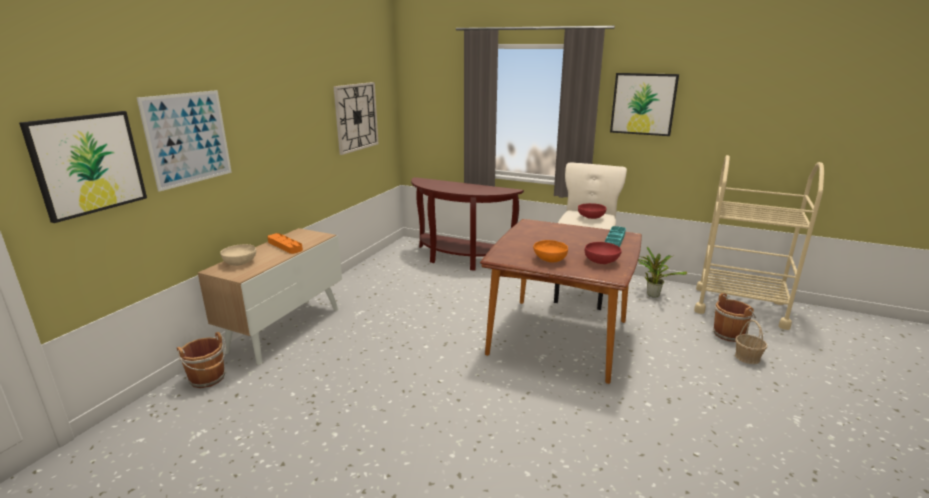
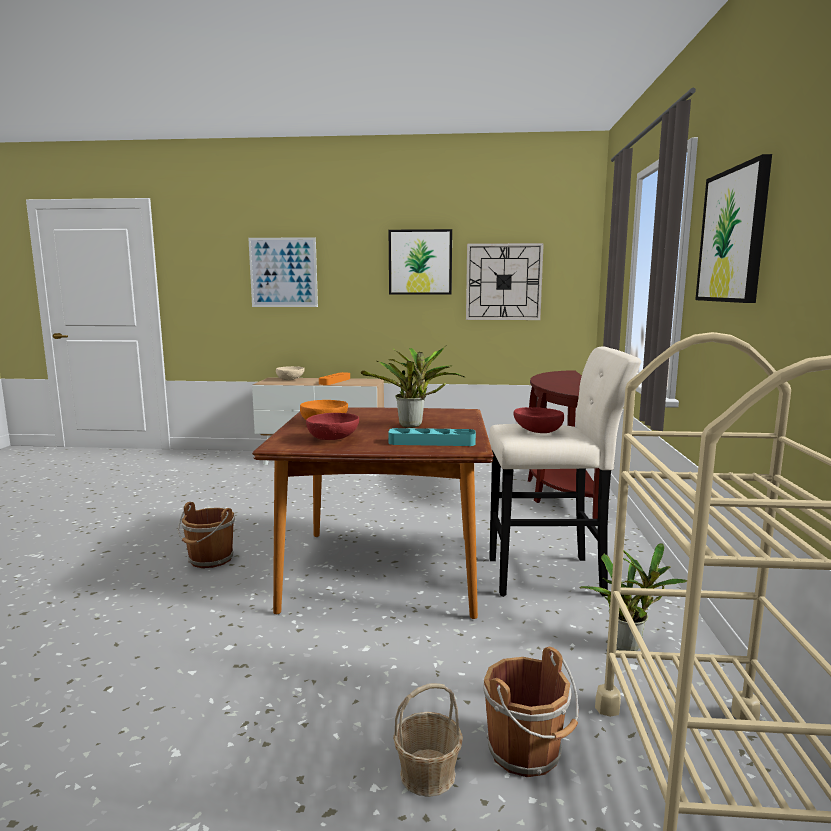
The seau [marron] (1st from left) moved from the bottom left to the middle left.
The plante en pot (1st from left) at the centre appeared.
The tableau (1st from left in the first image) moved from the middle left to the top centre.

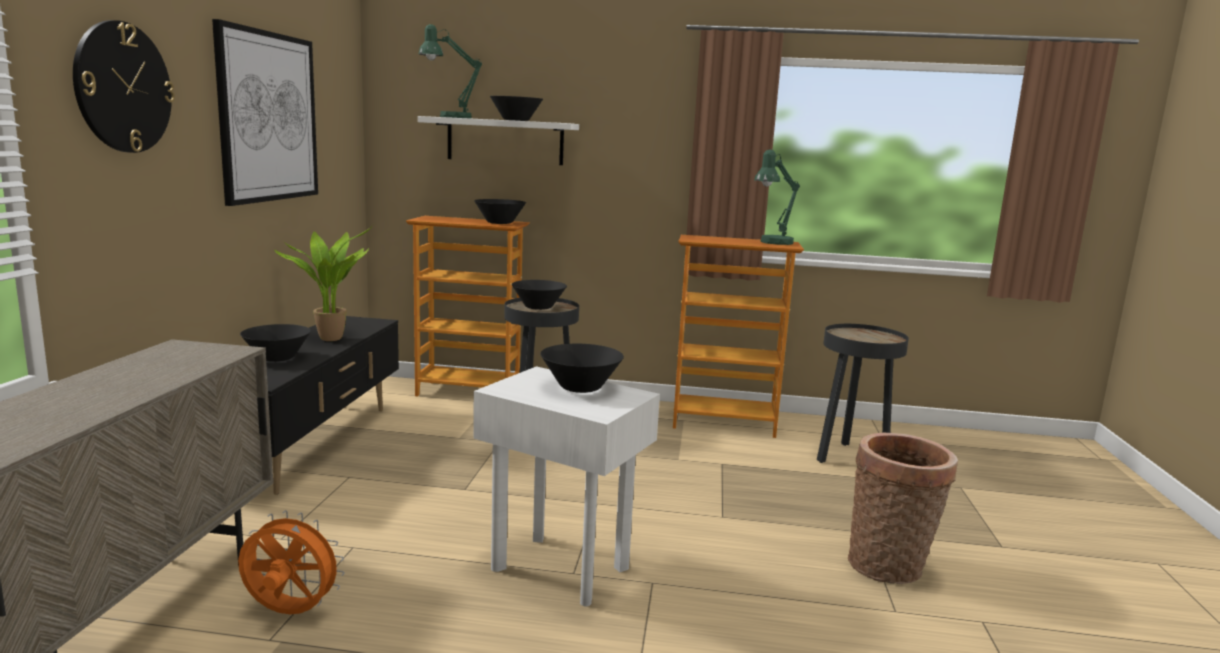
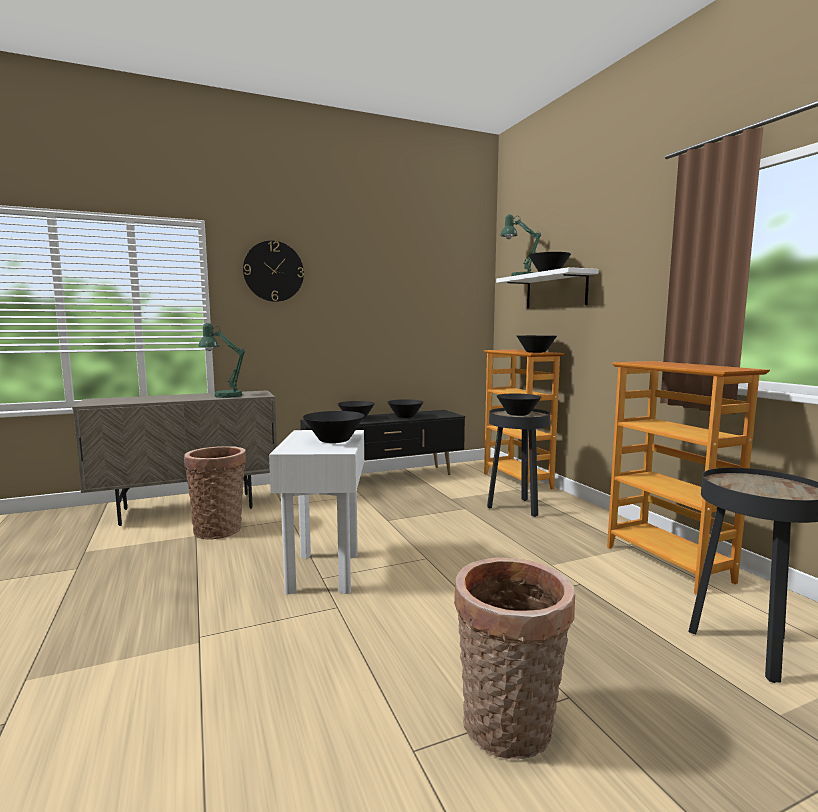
The ventilateur [orange] at the bottom left was replaced by the panier (1st from left) at the middle left.
The lampe de table [vert] (2nd from left in the first image) moved from the top centre to the middle left.
The plante en pot at the middle left was replaced by the bol [noir] (3rd from left) at the centre.
The tableau at the top left disappeared.

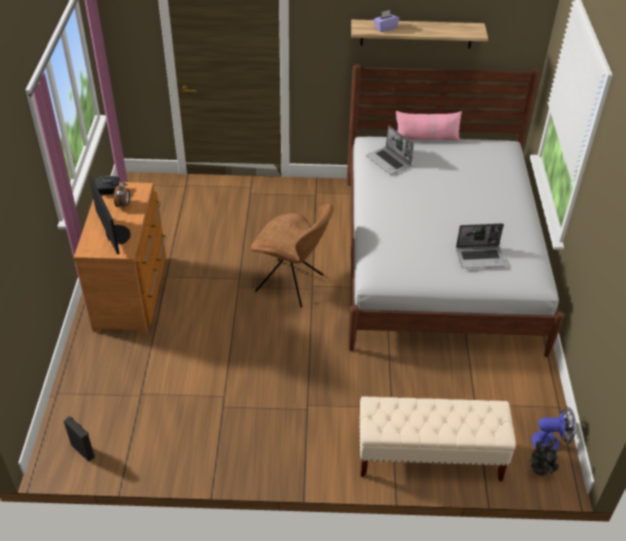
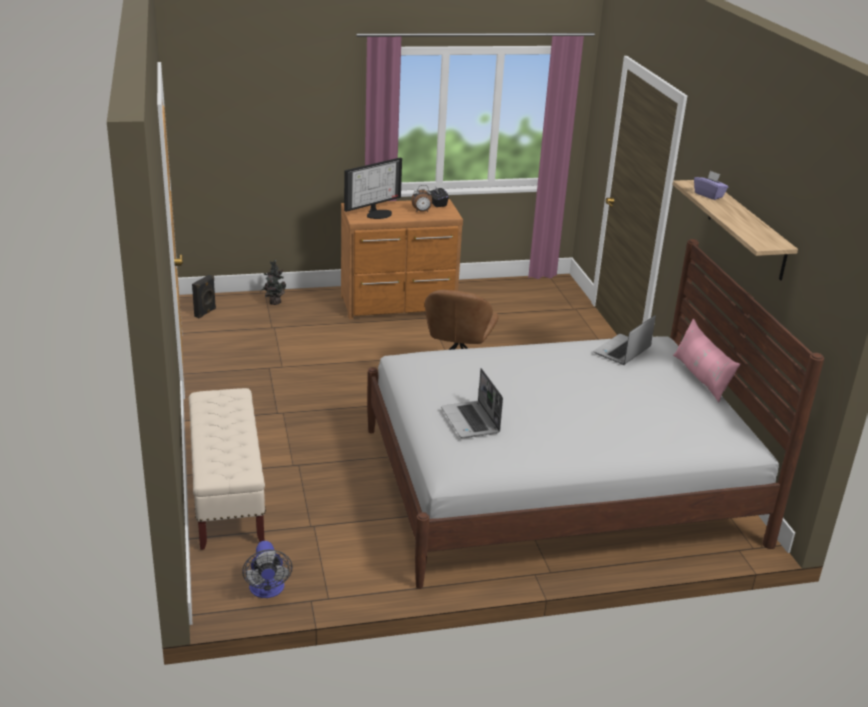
The plante en pot moved from the bottom right to the middle left.

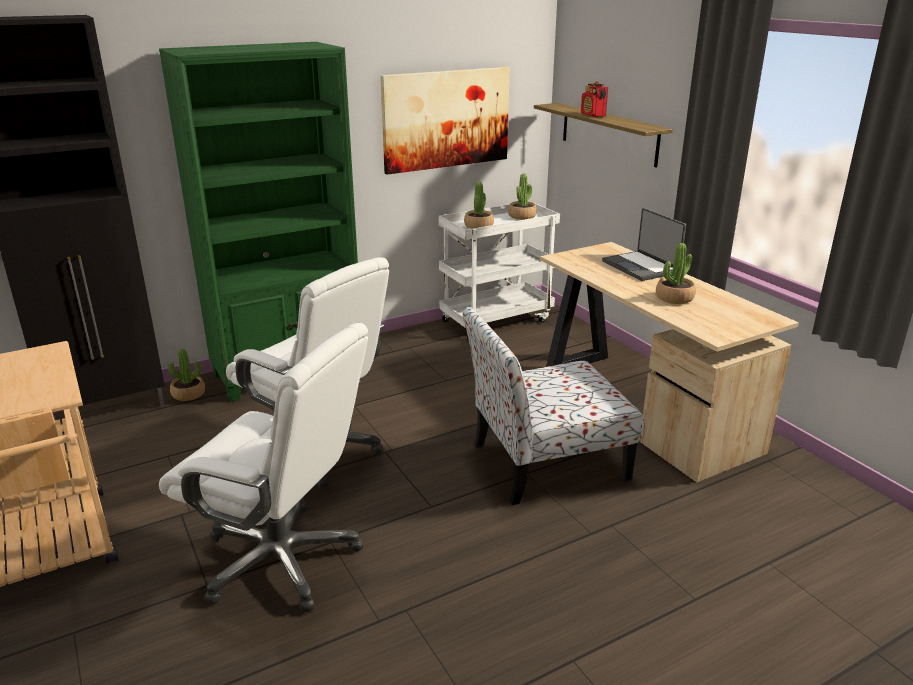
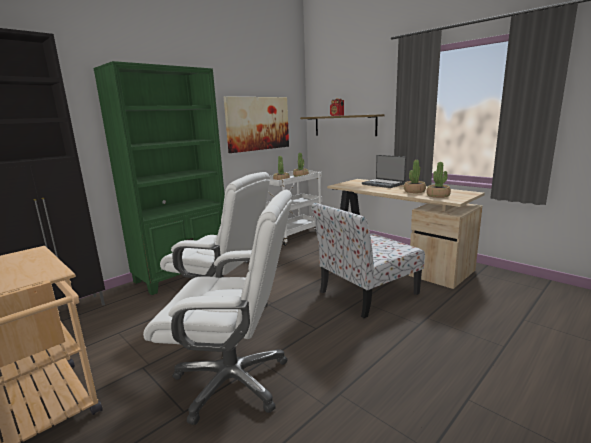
The plante en pot (1st from left in the first image) moved from the middle left to the middle right.

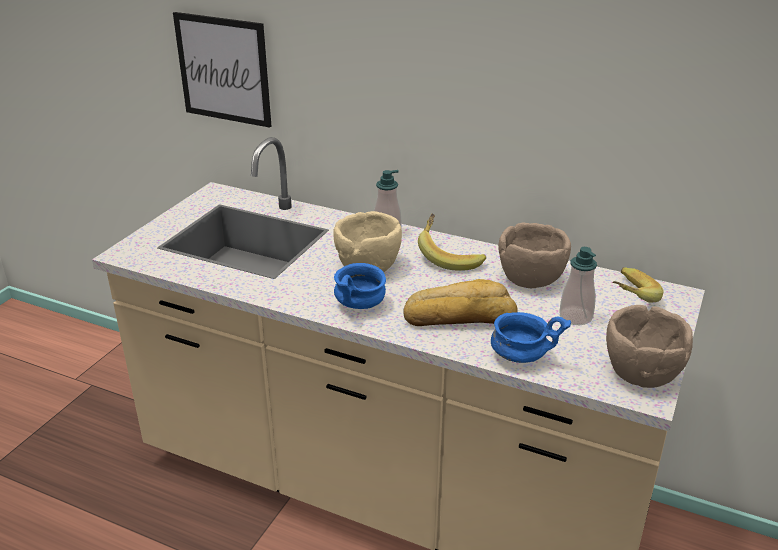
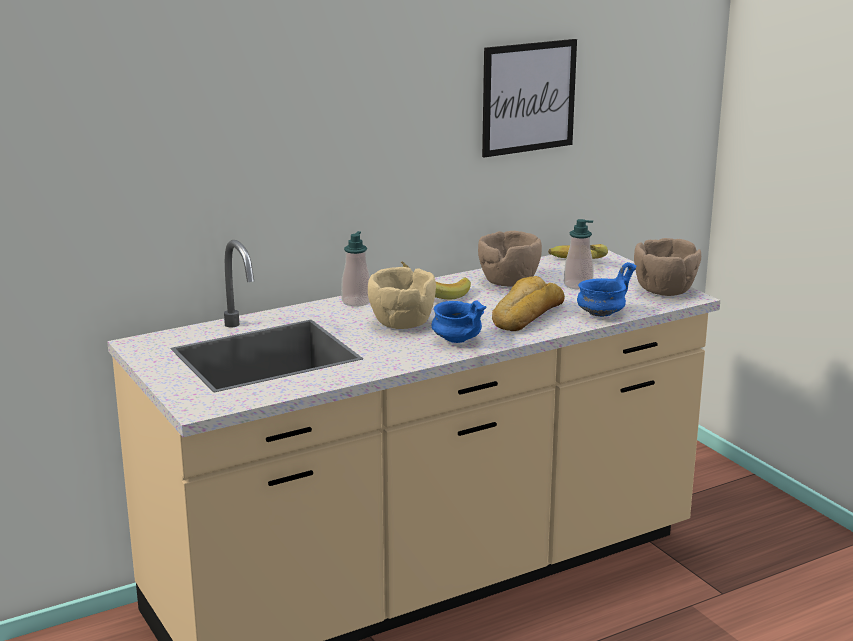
The tableau moved from the top left to the top centre.

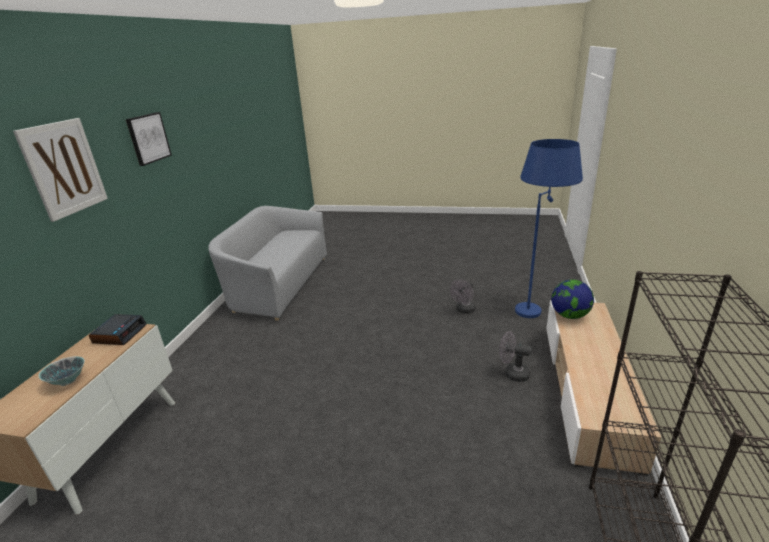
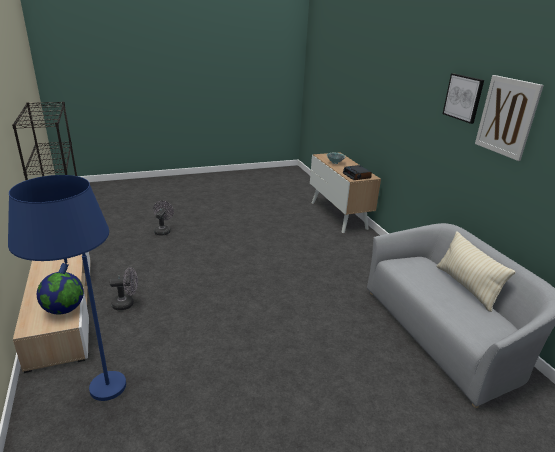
The ventilateur [gris] (1st from left in the first image) moved from the centre to the middle left.
The coussin [beige] at the middle right appeared.
The tableau (1st from left in the first image) moved from the top left to the top right.

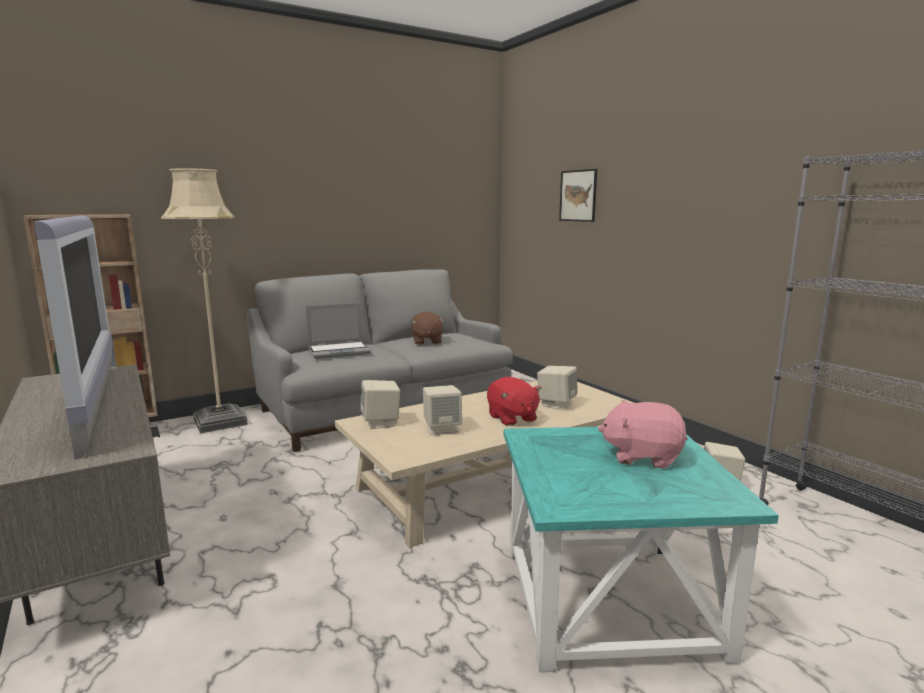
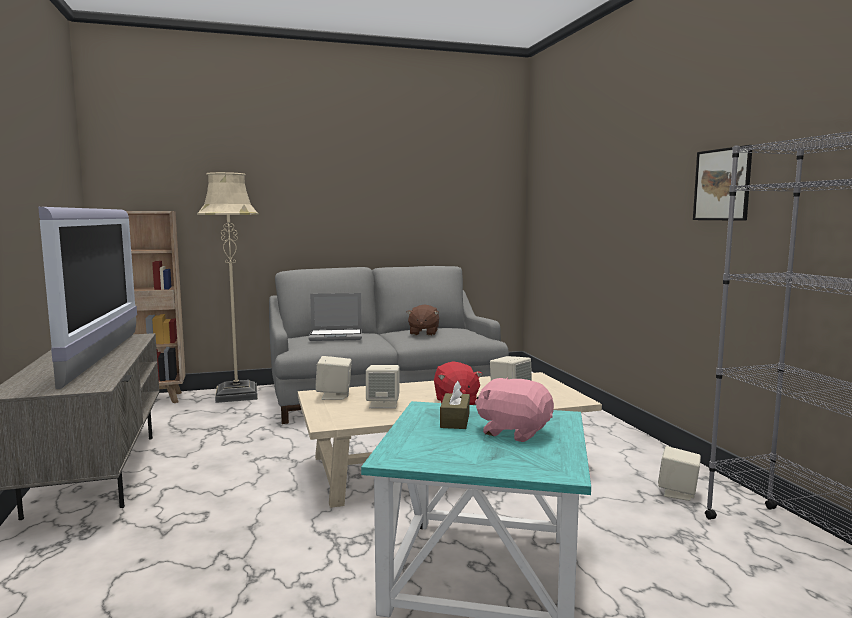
The boîte à mouchoirs [marron] at the centre appeared.
The tableau moved from the top centre to the top right.

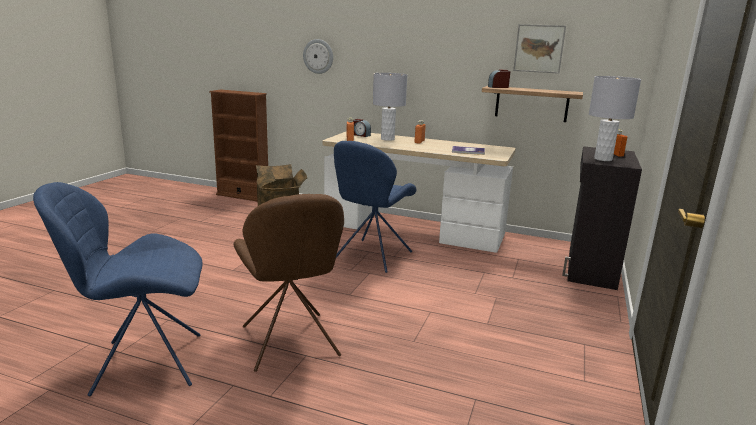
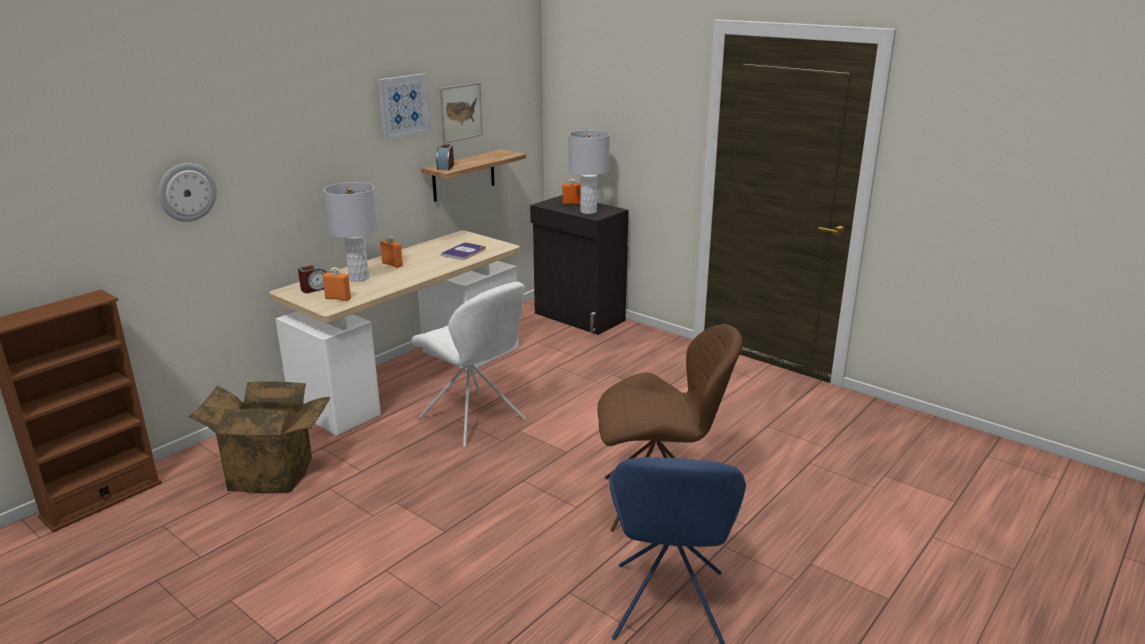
The tableau (1st from left) at the top centre appeared.
The chaise [bleu] (2nd from left) at the centre became the chaise [blanc] at the centre.

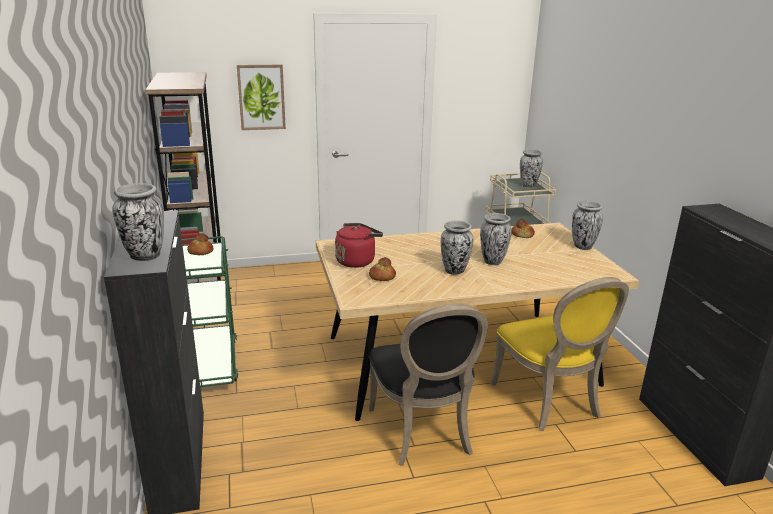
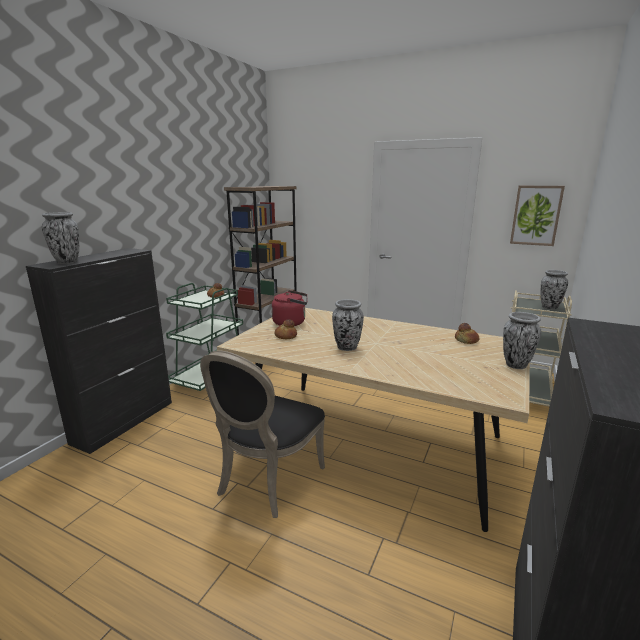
The tableau moved from the top centre to the middle right.
The vase (3rd from left) at the centre disappeared.
The chaise [jaune] at the bottom right disappeared.

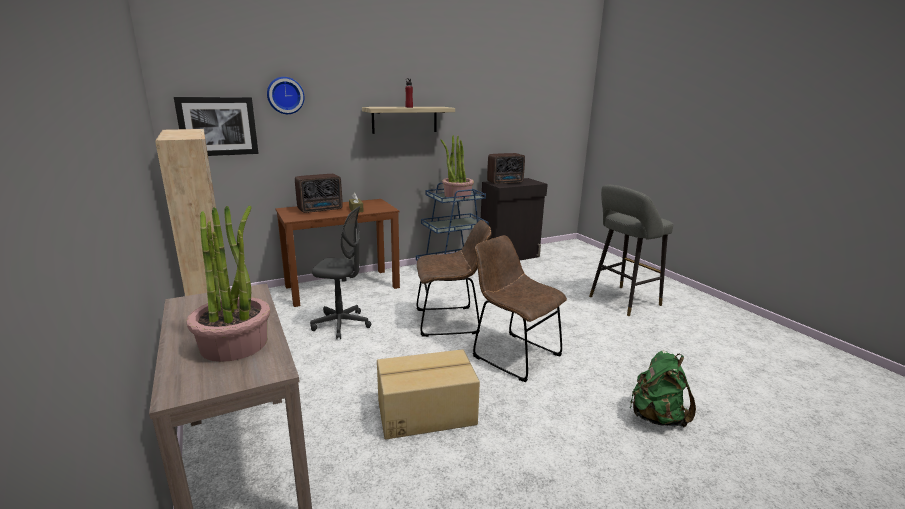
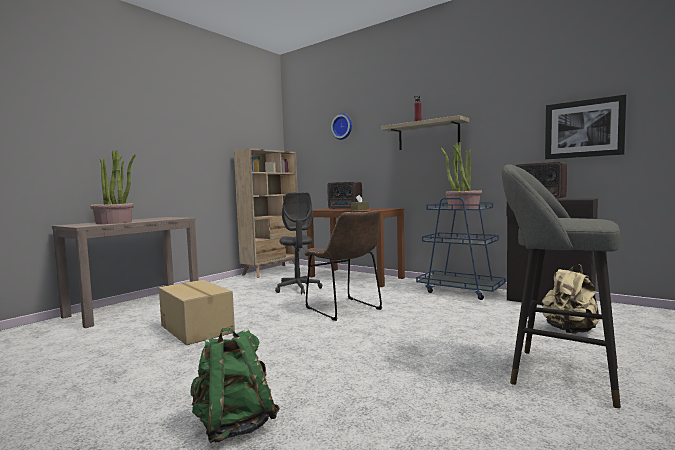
The sac à dos [beige] at the middle right appeared.
The tableau moved from the top left to the top right.
The chaise [marron] (2nd from left) at the centre disappeared.

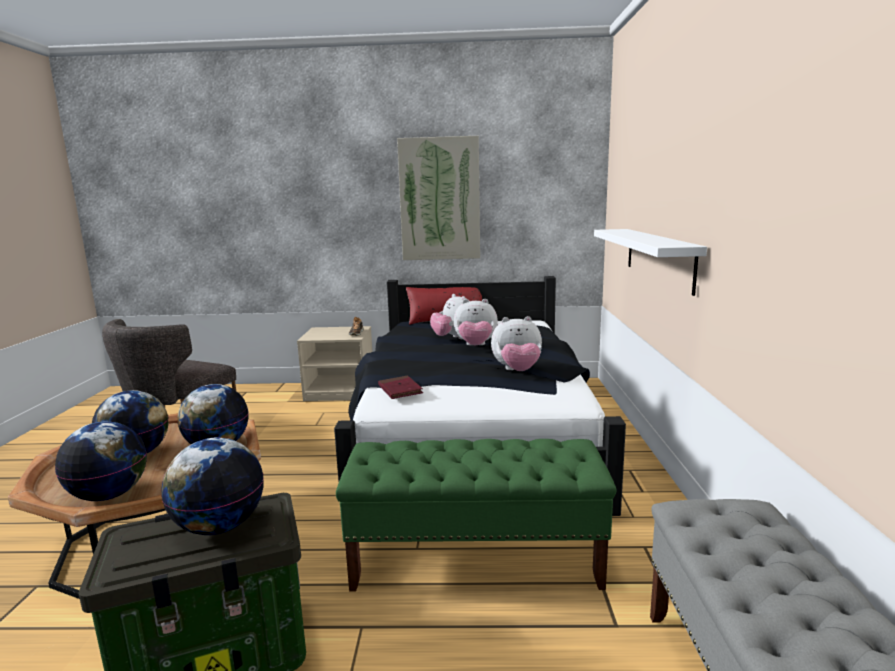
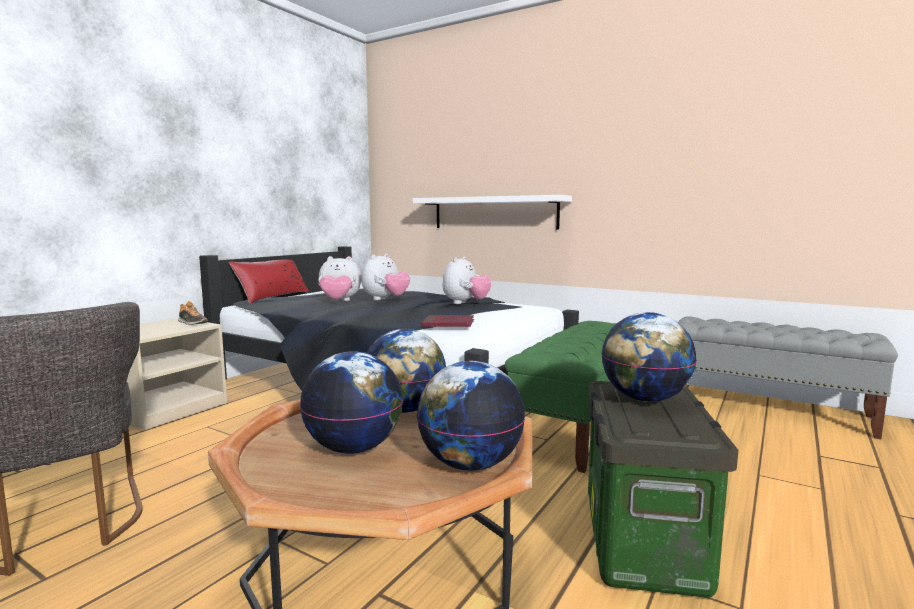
The tableau at the top centre disappeared.

